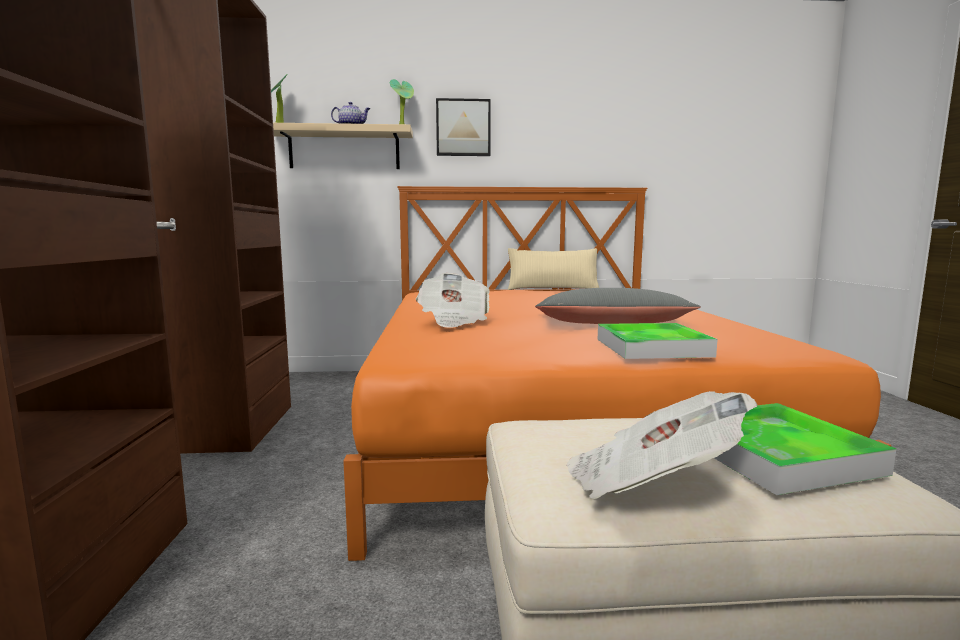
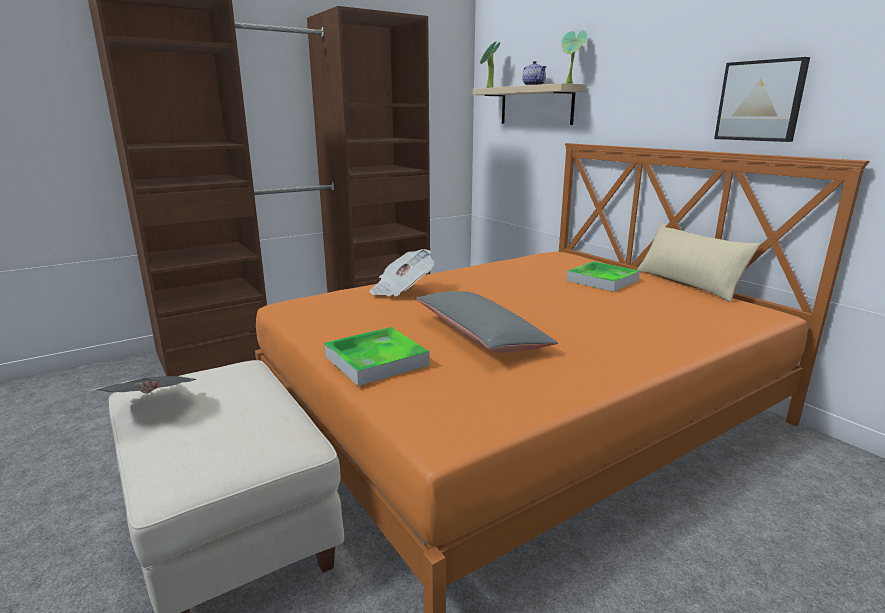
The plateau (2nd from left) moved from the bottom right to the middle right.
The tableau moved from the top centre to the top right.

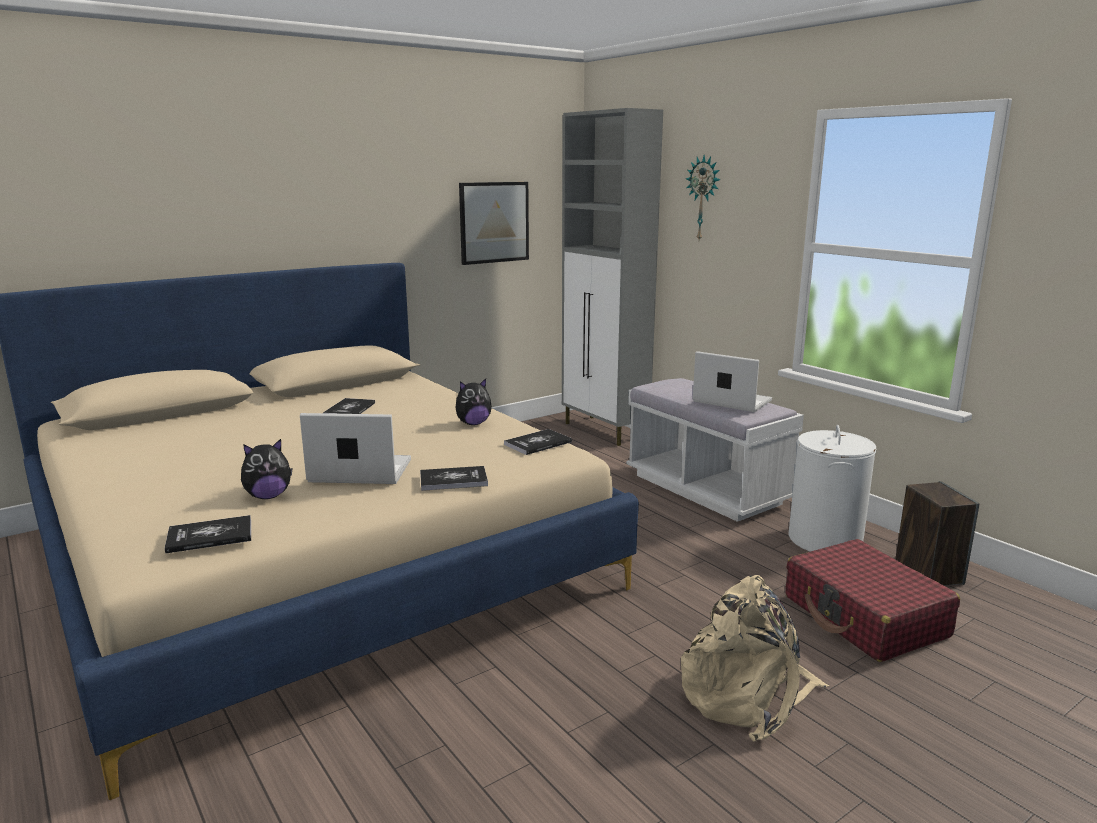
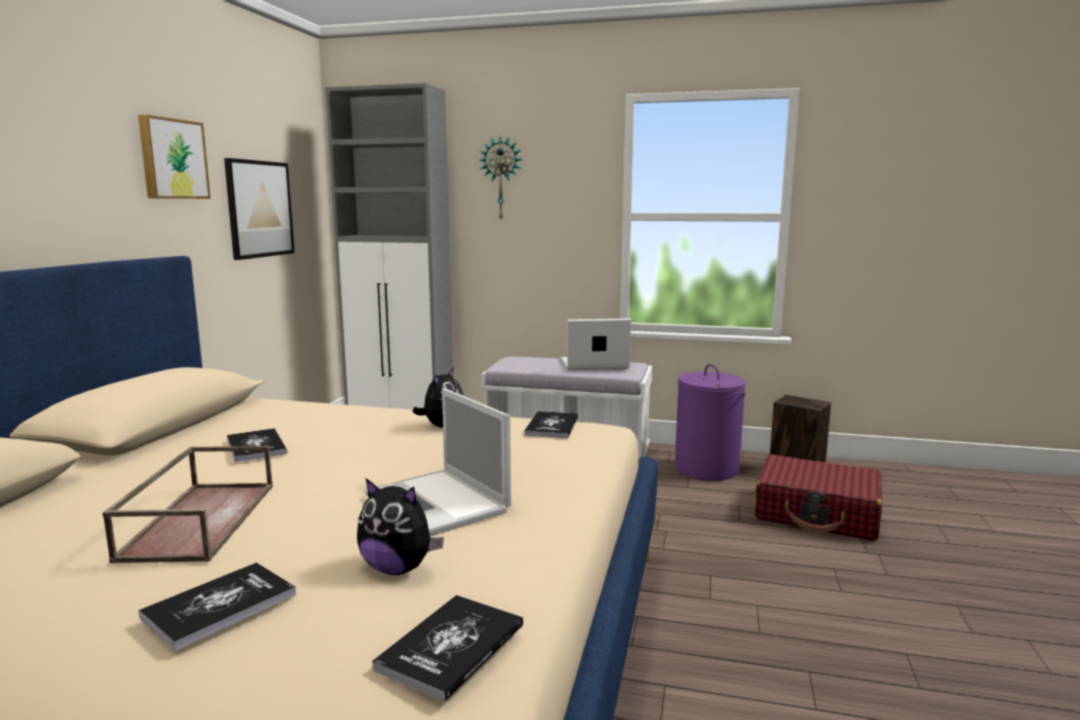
The plateau [marron] at the bottom left appeared.
The tableau (1st from left) at the top left appeared.
The livre (3rd from left in the first image) moved from the centre to the bottom left.
The peluche (1st from left) at the middle left turned 90 degrees clockwise.
The ordinateur portable (1st from left) at the middle left turned 90 degrees counterclockwise.
The panier à linge [blanc] at the middle right became the panier à linge [violet] at the centre.
The sac à dos [beige] at the bottom right disappeared.

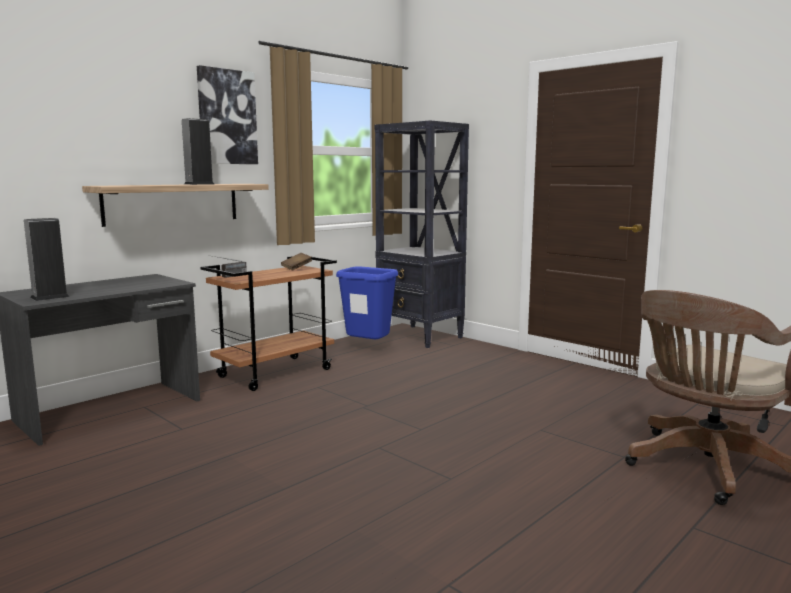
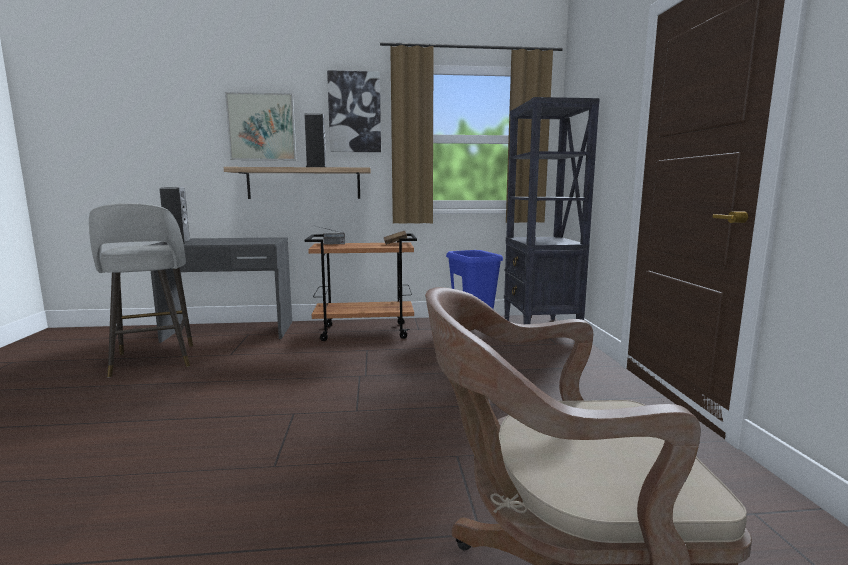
The tabouret [gris] at the middle left appeared.
The tableau (1st from left) at the top left appeared.

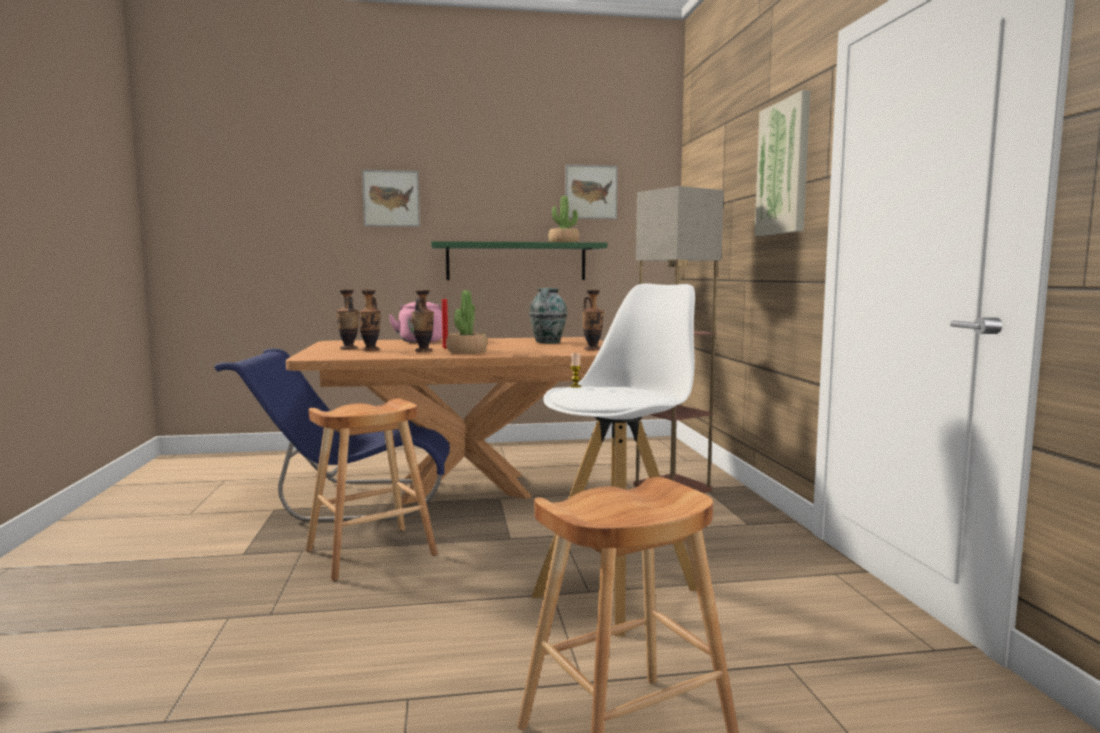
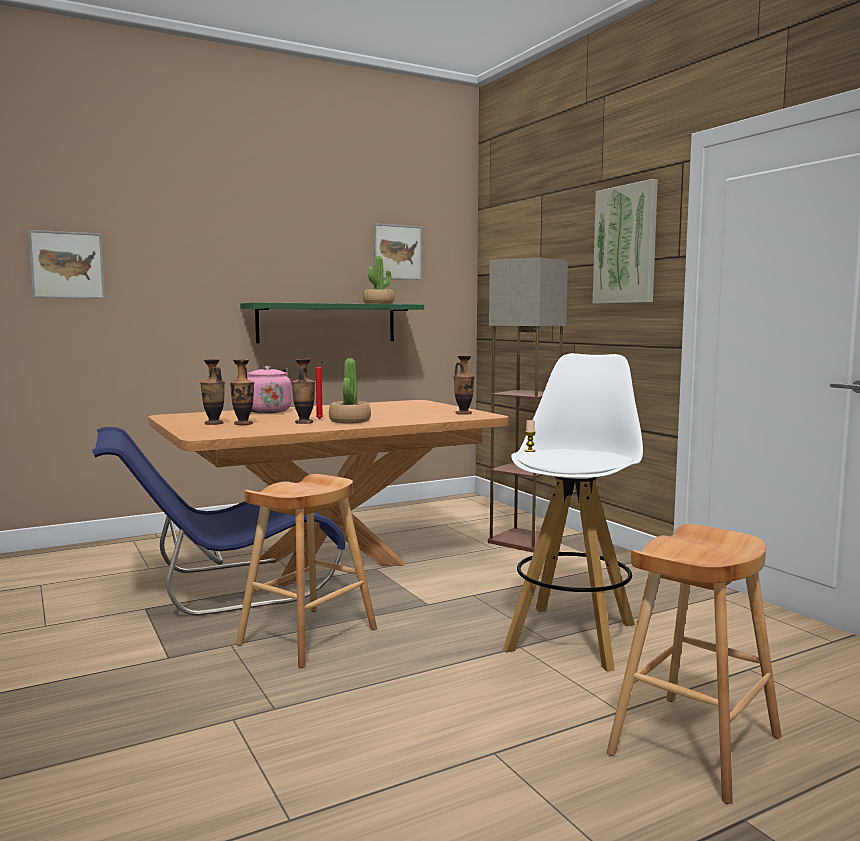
The tableau (1st from left) moved from the top centre to the top left.
The vase (4th from left) at the centre disappeared.

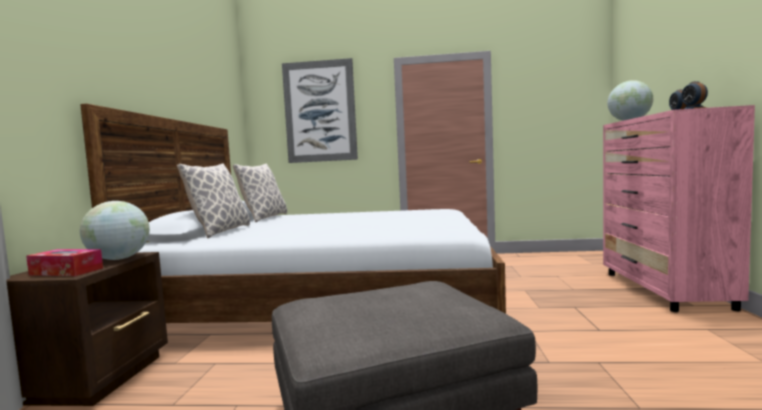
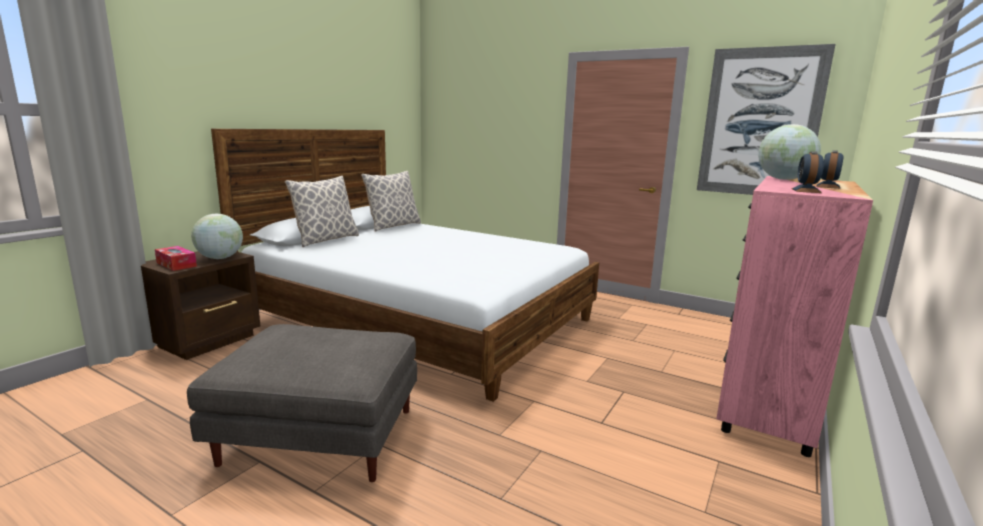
The tableau moved from the top centre to the top right.

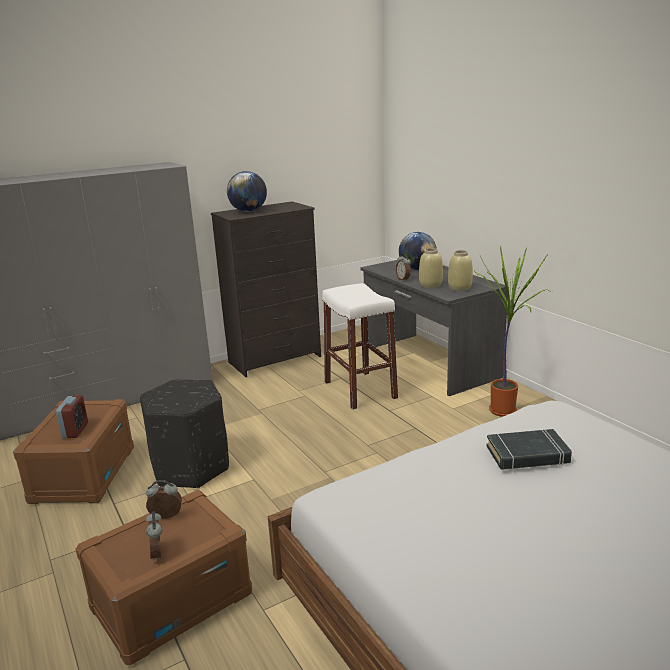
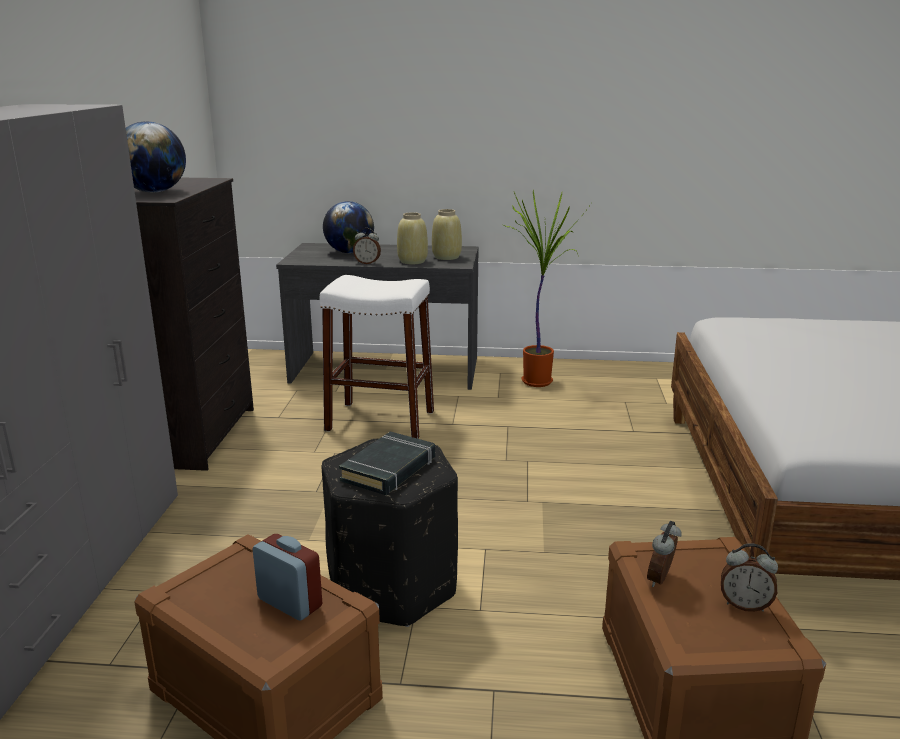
The livre [noir] moved from the bottom right to the centre.

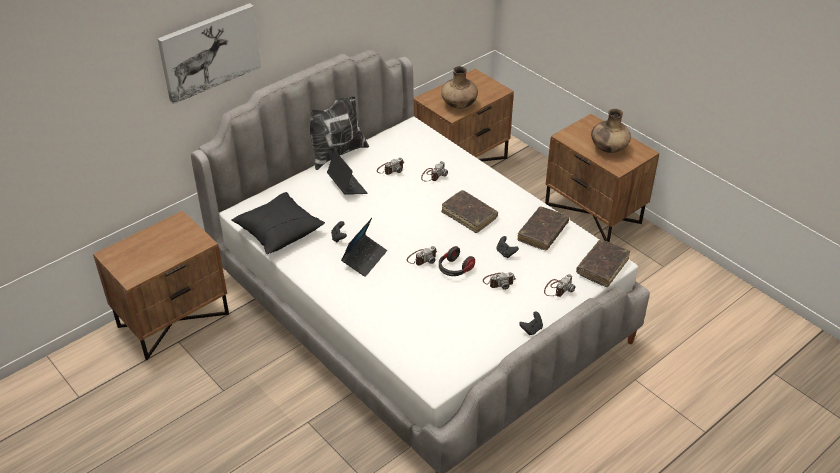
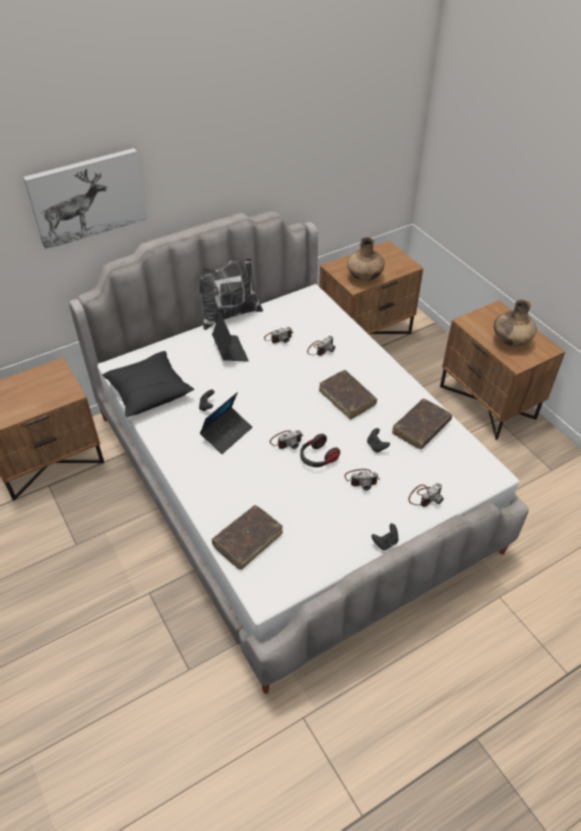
The livre [marron] (3rd from left in the first image) moved from the middle right to the centre.

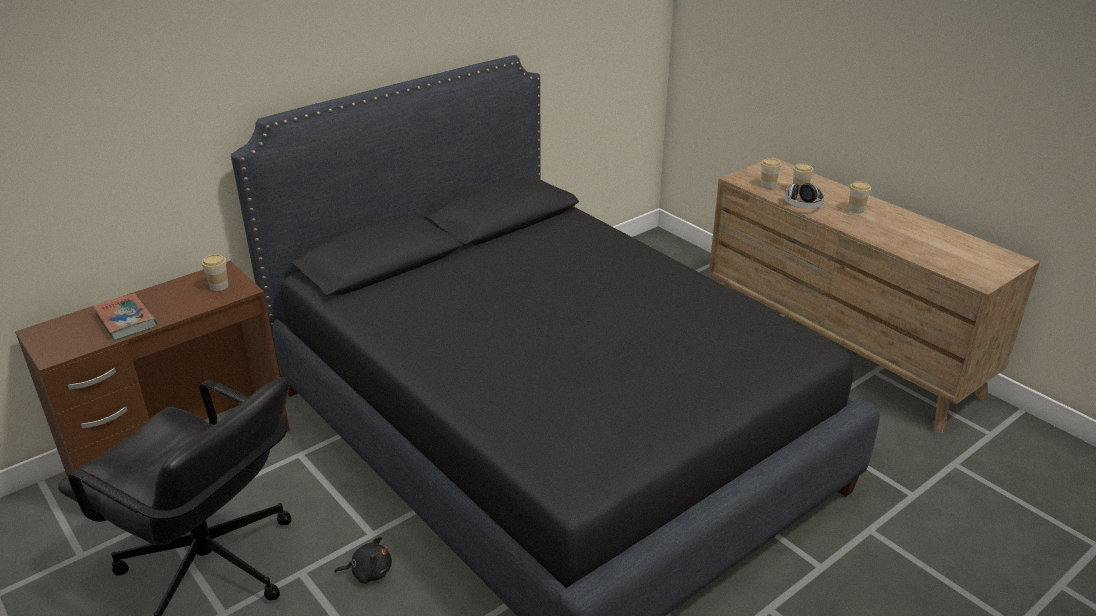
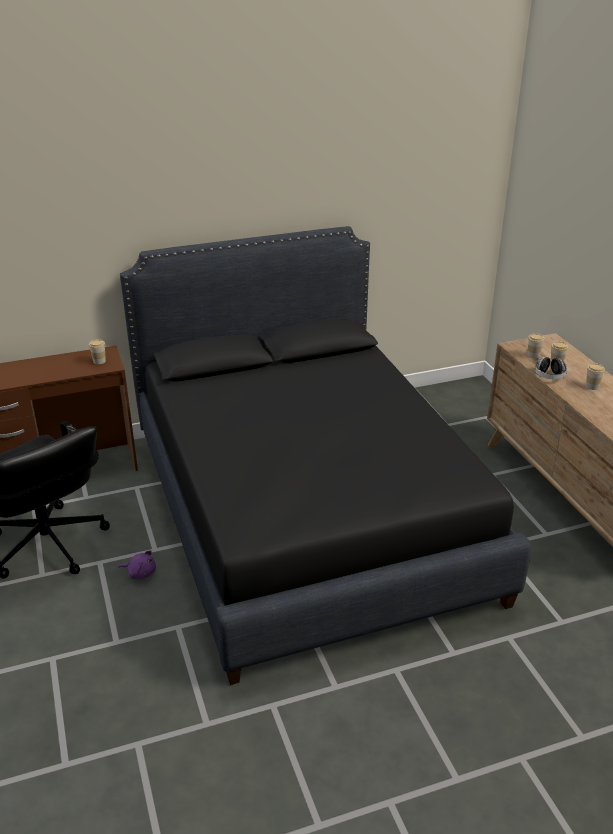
The peluche [noir] at the bottom left became the peluche [violet] at the bottom left.
The livre at the middle left disappeared.

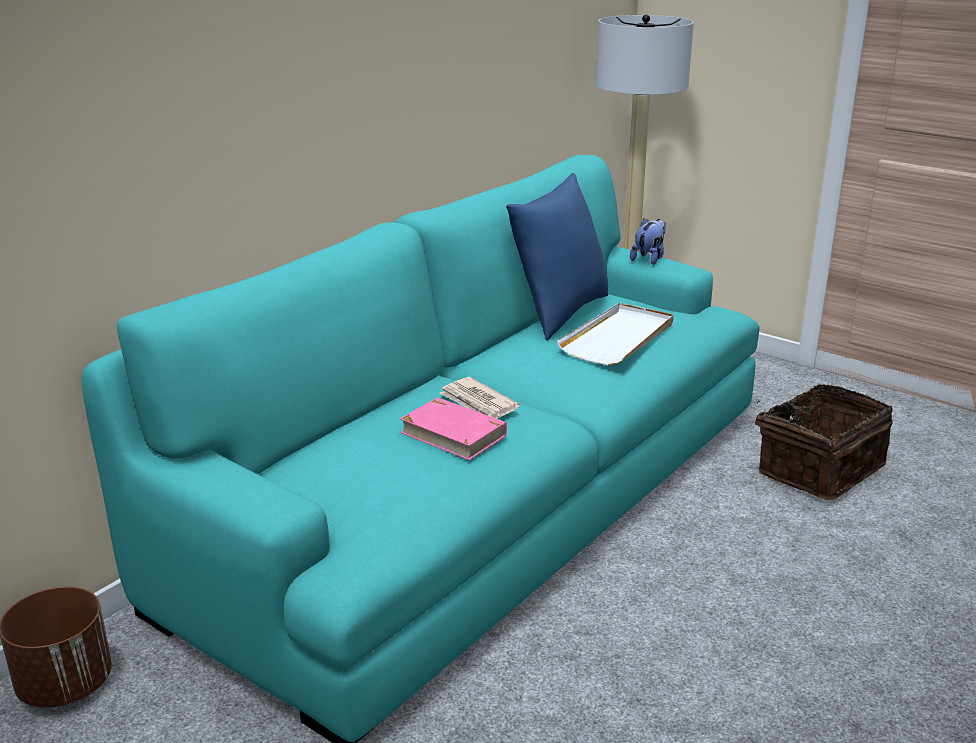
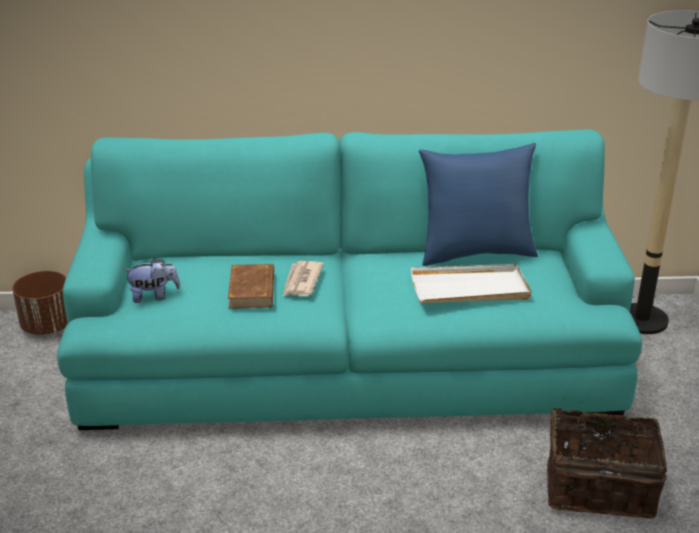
The peluche moved from the top centre to the middle left.
The livre [rose] at the centre became the livre [marron] at the centre.

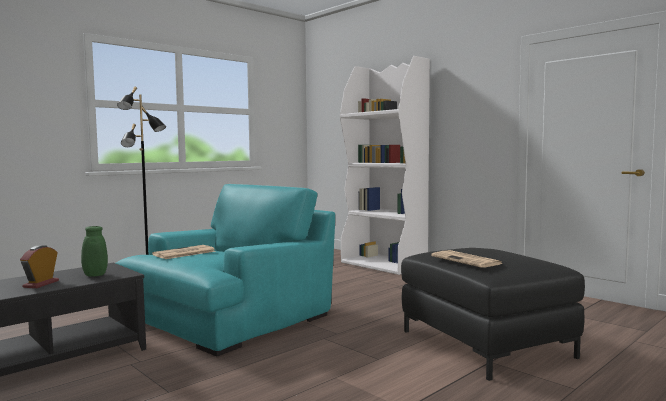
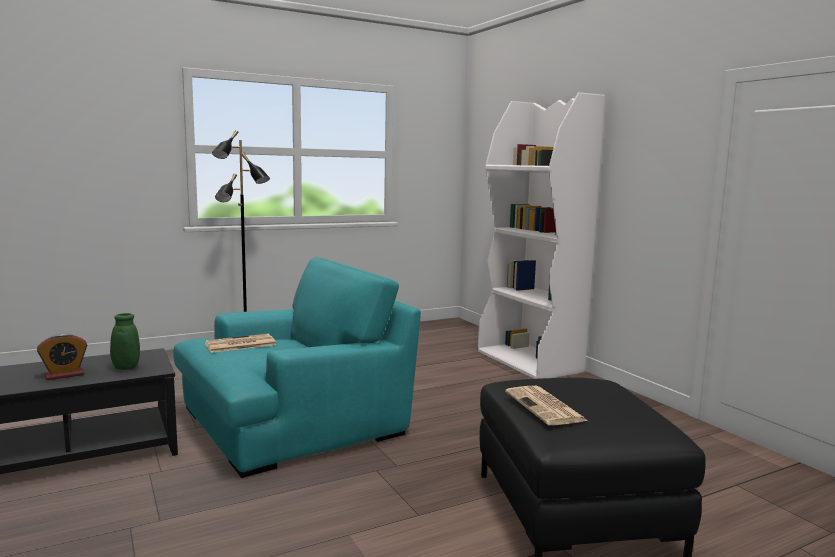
The réveil at the middle left turned 150 degrees counterclockwise.

